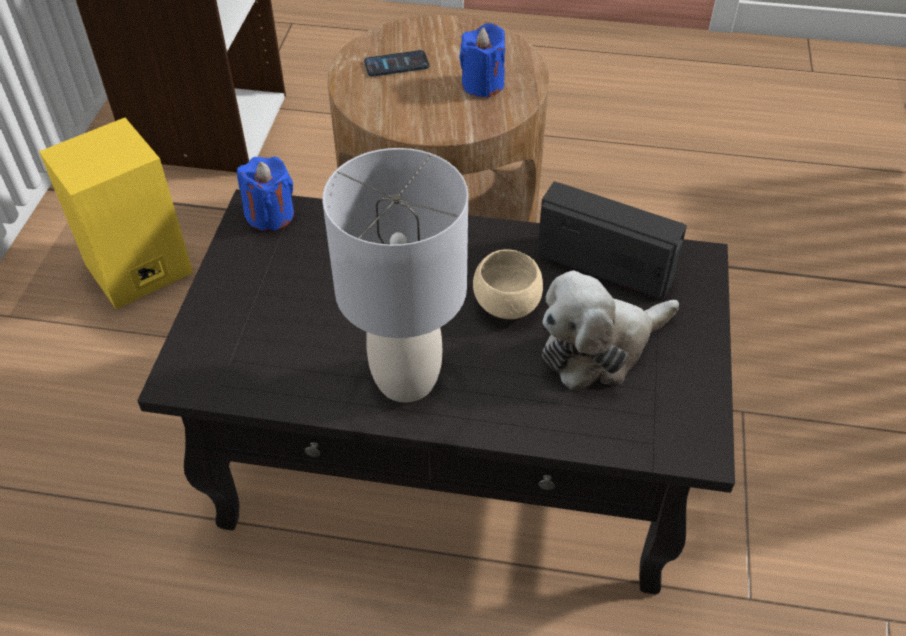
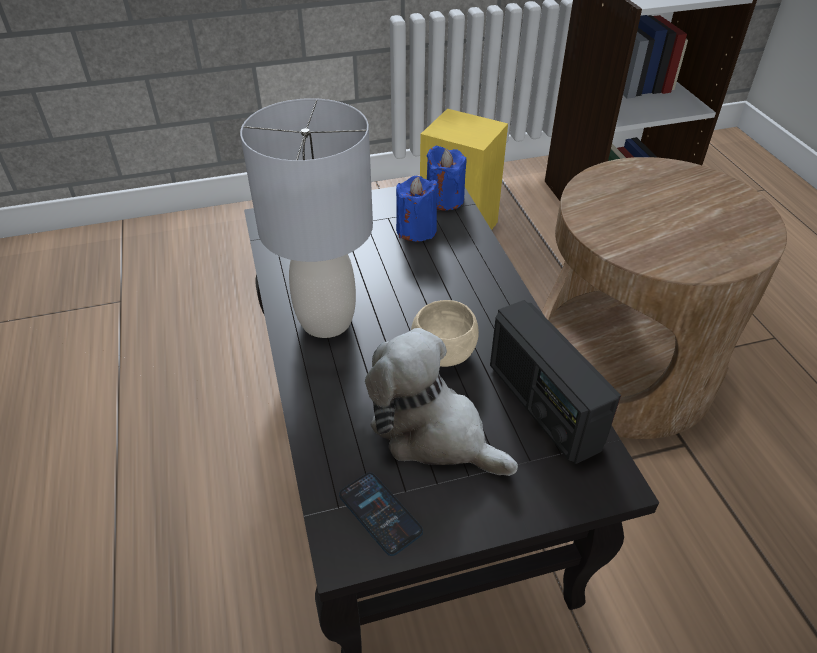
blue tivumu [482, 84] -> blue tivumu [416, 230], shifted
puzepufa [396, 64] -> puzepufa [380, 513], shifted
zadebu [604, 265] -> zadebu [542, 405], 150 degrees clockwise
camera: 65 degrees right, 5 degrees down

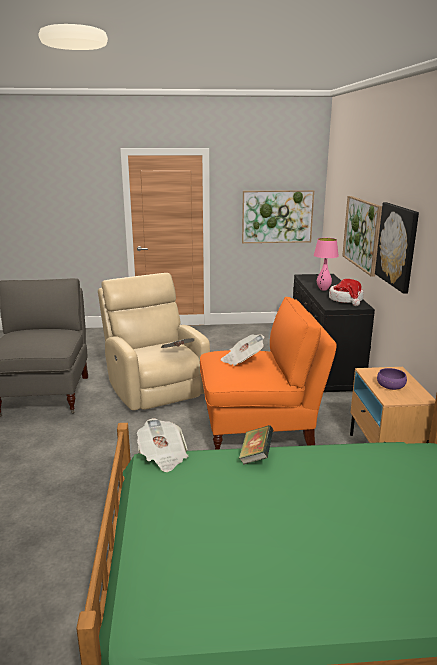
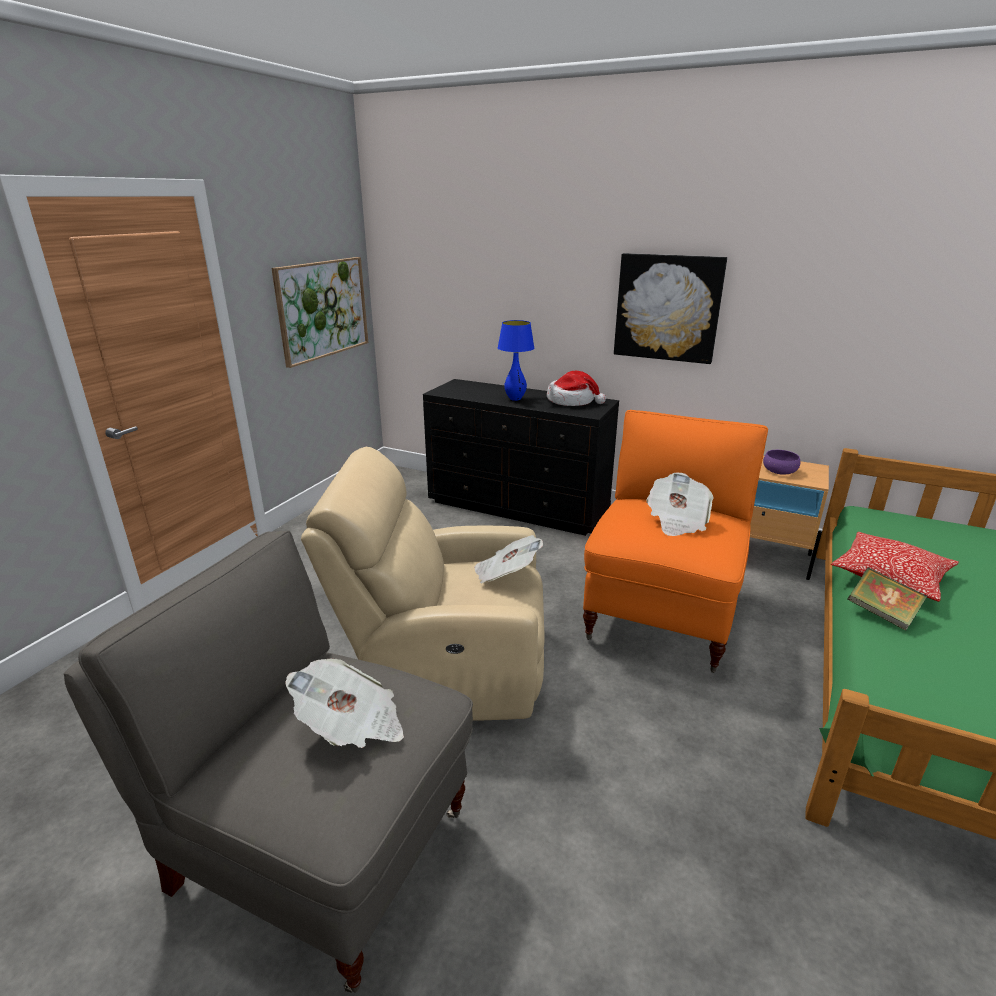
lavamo [362, 233] -> none
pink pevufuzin [323, 289] -> blue pevufuzin [515, 399]
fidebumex [163, 456] -> fidebumex [352, 726], shifted
none -> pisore [890, 577]
camera: 60 degrees left, 5 degrees up

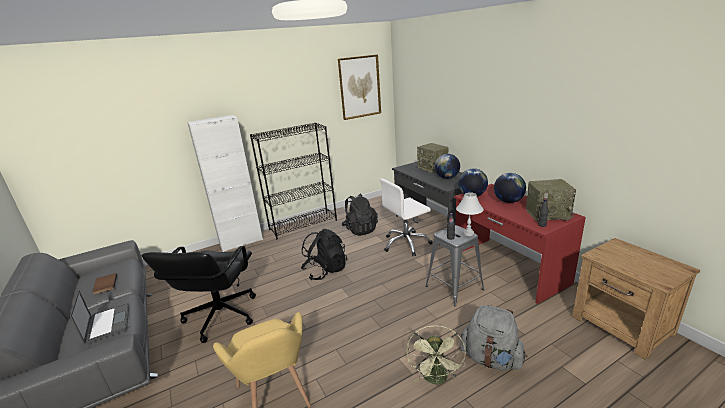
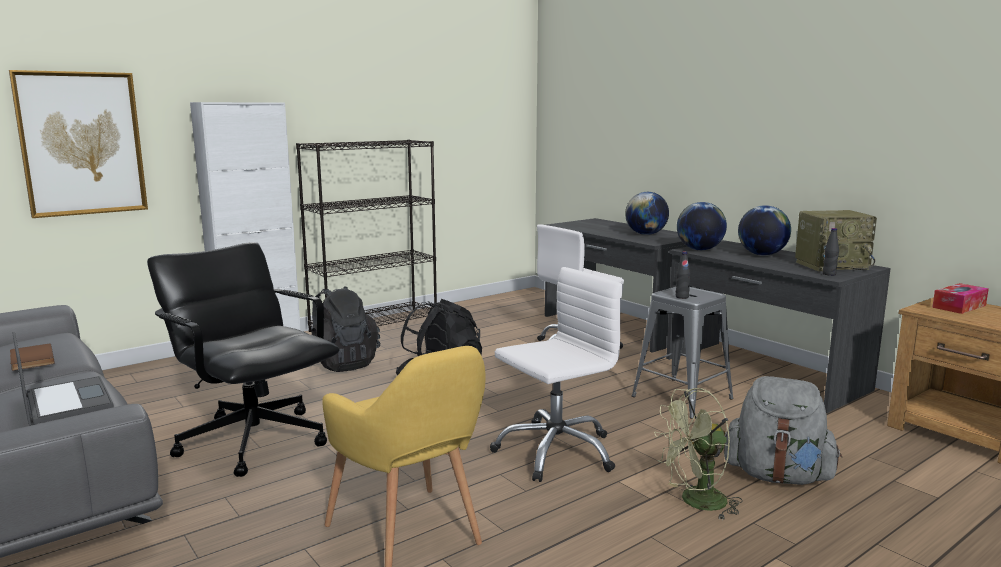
lavamo [359, 87] -> lavamo [82, 143], shifted
zadebu [433, 169] -> none
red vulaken [508, 267] -> grey vulaken [763, 374]
white pevufuzin [468, 233] -> none
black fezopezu [360, 229] -> black fezopezu [342, 363], shifted
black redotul [220, 316] -> black redotul [254, 440], 135 degrees clockwise
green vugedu [436, 379] -> green vugedu [696, 502], 75 degrees clockwise
none -> white redotul [555, 451]
none -> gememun [959, 306]
camera: 10 degrees left, 10 degrees down

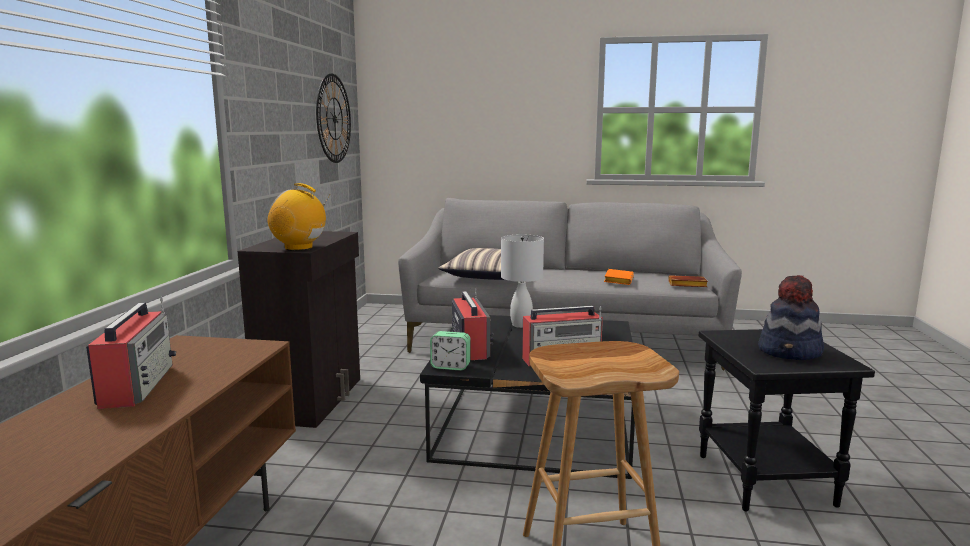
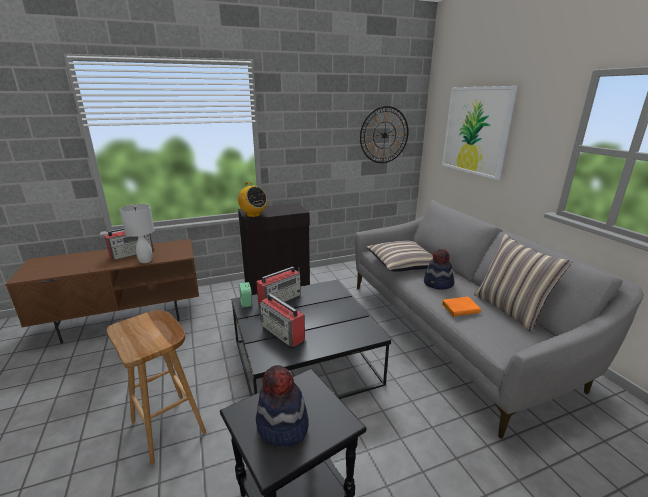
zadebu [299, 248] -> zadebu [253, 215], 150 degrees clockwise
white pevufuzin [522, 325] -> white pevufuzin [146, 261], shifted
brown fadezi [686, 285] -> none
none -> lavamo [476, 131]
none -> pisore [510, 310]
none -> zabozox [438, 284]
camera: 60 degrees right, 10 degrees up

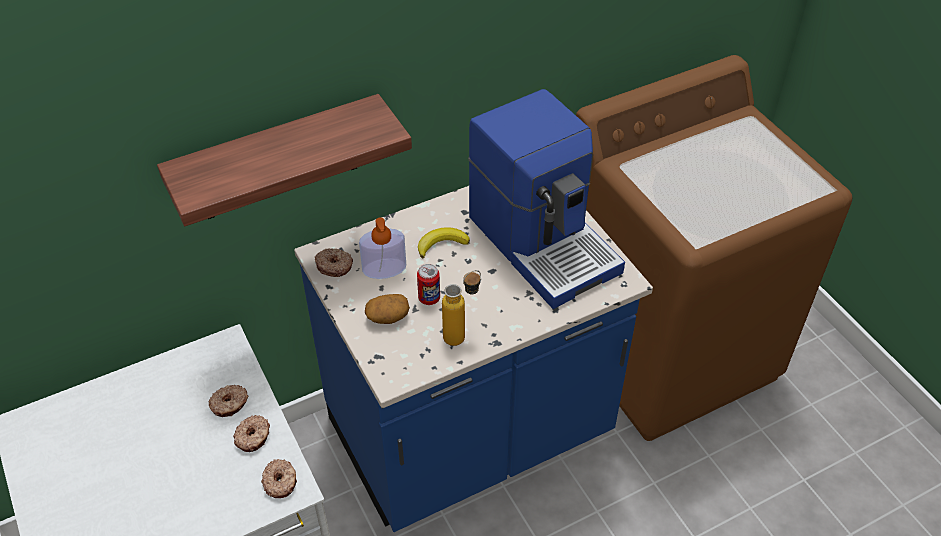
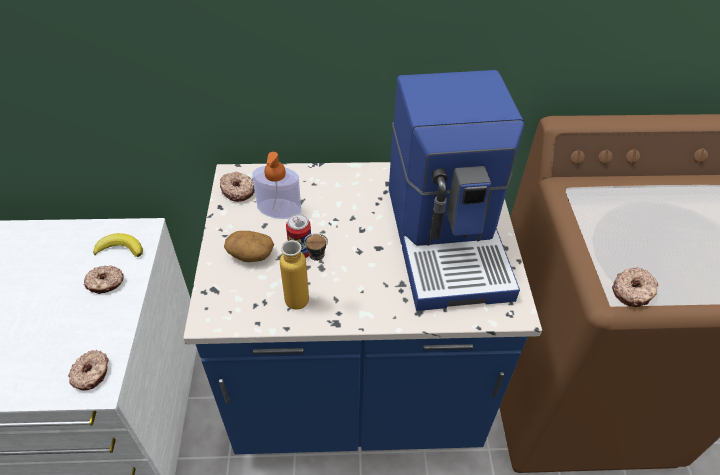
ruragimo [277, 160] -> none
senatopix [441, 244] -> senatopix [120, 248], shifted
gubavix [253, 437] -> gubavix [633, 292], shifted
camera: 25 degrees right, 0 degrees up

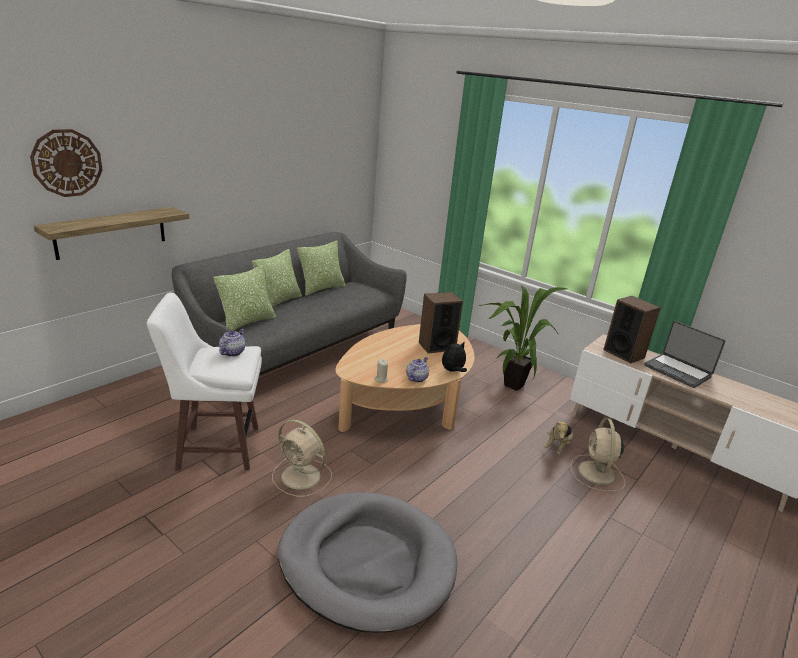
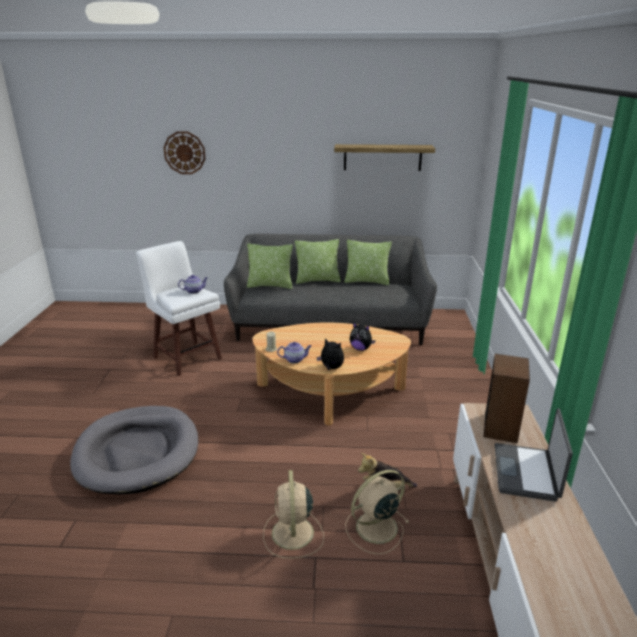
ruragimo [111, 232] -> ruragimo [382, 157], shifted
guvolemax [510, 384] -> none
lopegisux [436, 346] -> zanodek [361, 348]
beige vugedu [302, 477] -> beige vugedu [292, 534], shifted
camera: 55 degrees right, 0 degrees up

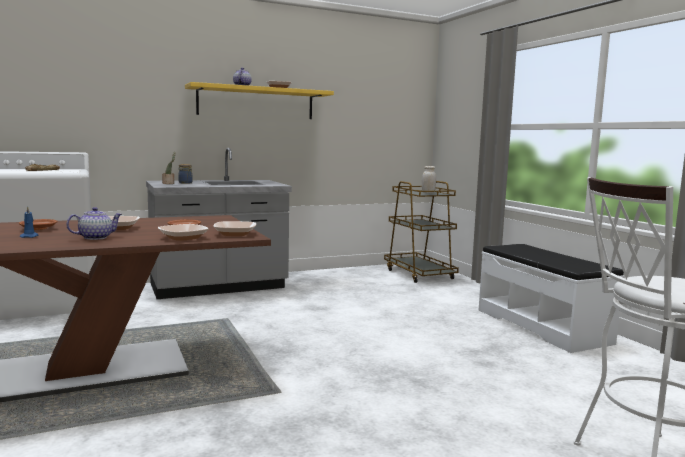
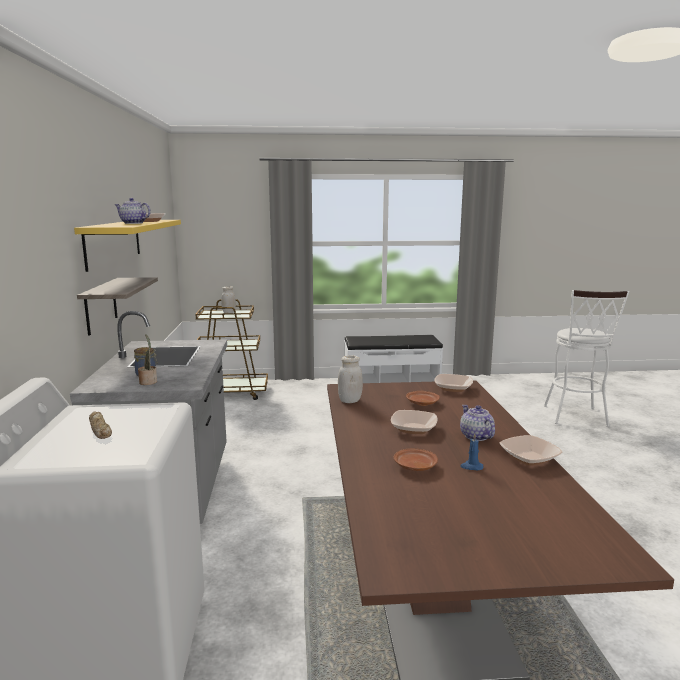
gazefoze [183, 238] -> gazefoze [529, 458], shifted
none -> ruragimo [101, 305]
none -> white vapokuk [350, 400]
camera: 70 degrees left, 5 degrees up

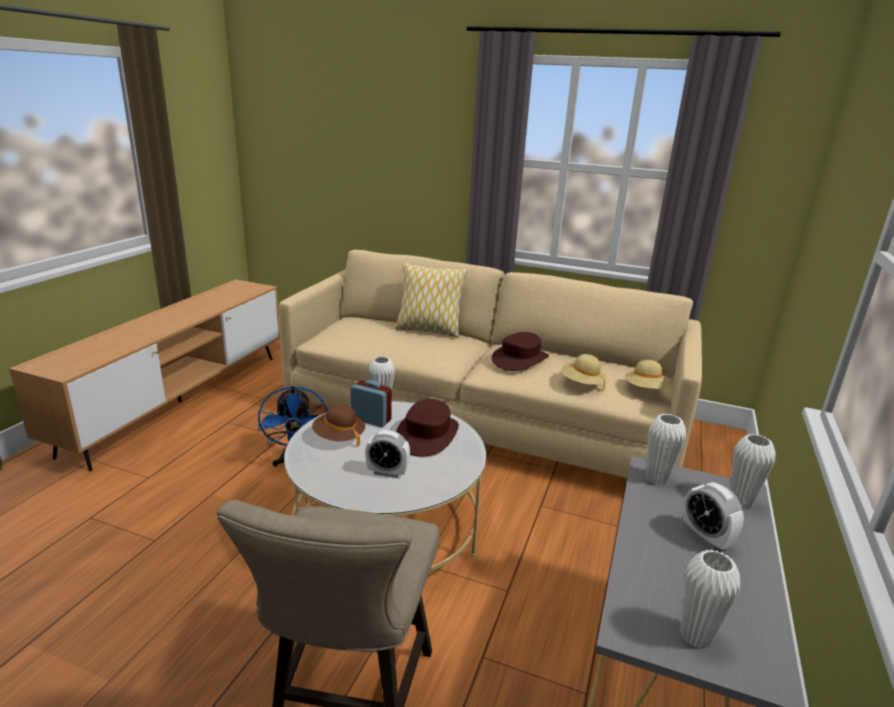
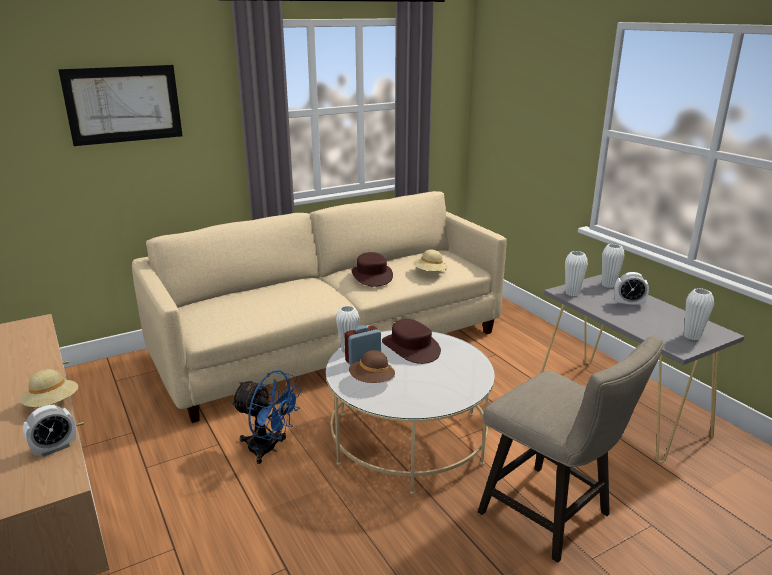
pisore [429, 330] -> none
beige zabozox [645, 390] -> beige zabozox [52, 404], shifted
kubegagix [387, 472] -> kubegagix [54, 448], shifted
none -> lavamo [124, 104]
camera: 50 degrees left, 0 degrees up

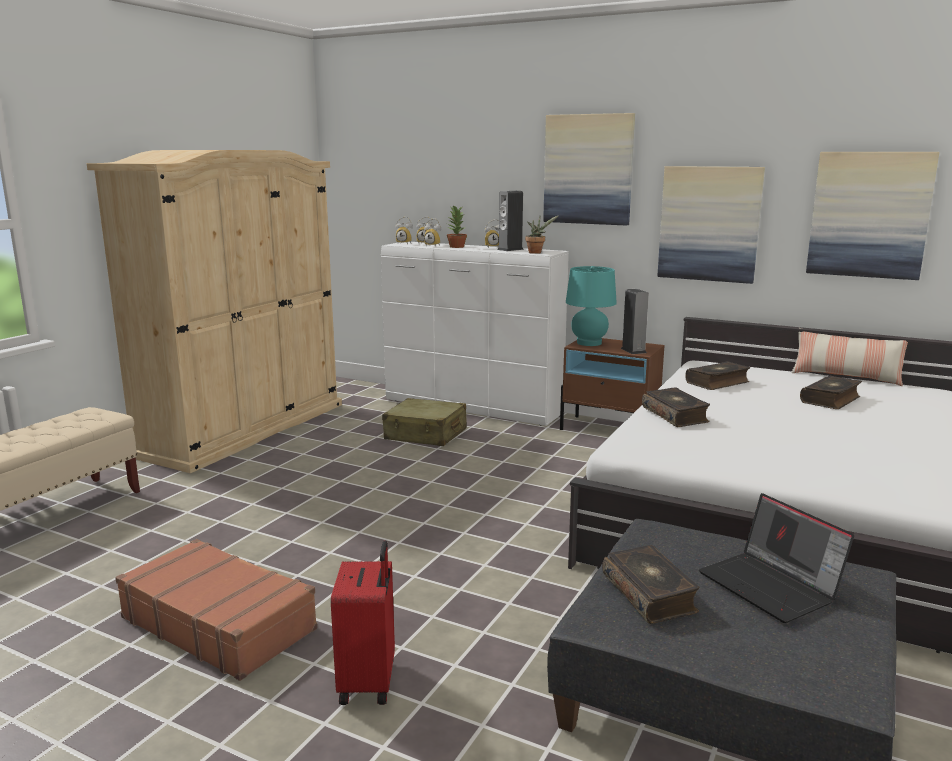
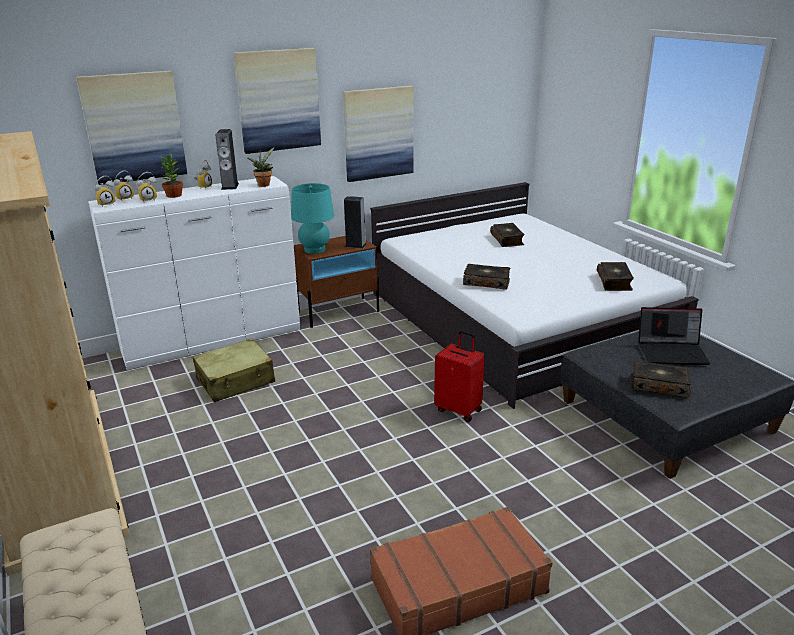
lavamo [869, 215] -> lavamo [134, 127], shifted
pisore [845, 377] -> none
fadezi [718, 383] -> fadezi [614, 282], shifted
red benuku [369, 682] -> red benuku [459, 410], shifted
camera: 55 degrees left, 10 degrees up

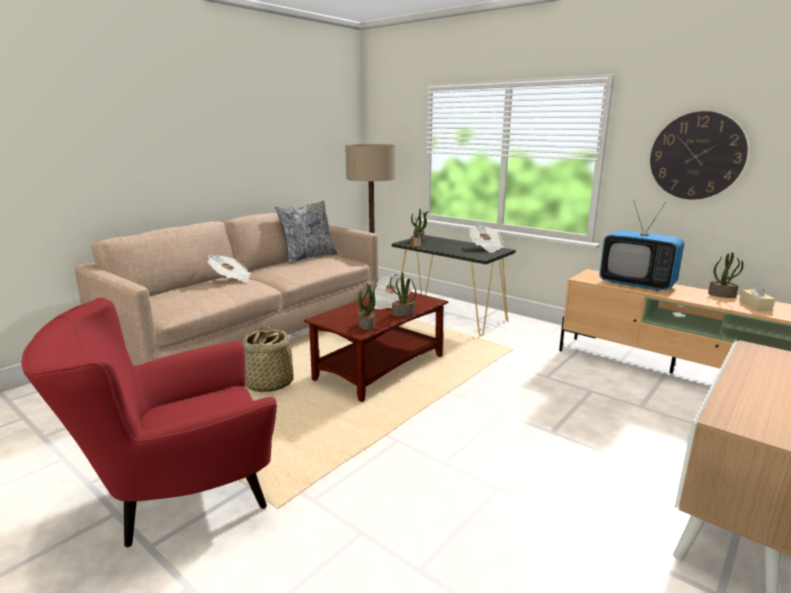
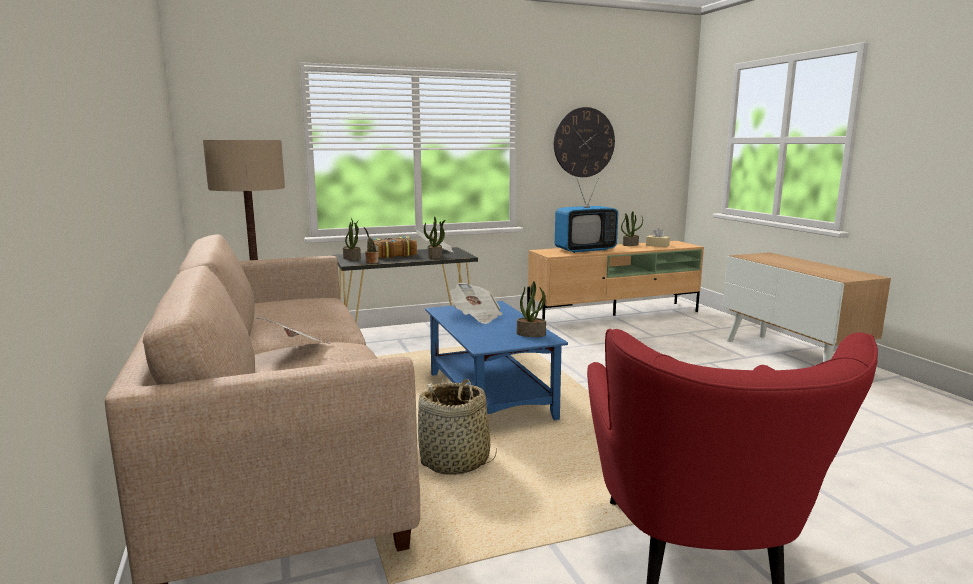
pisore [308, 257] -> none
guvolemax [403, 313] -> guvolemax [435, 257], shifted
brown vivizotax [380, 367] -> blue vivizotax [488, 395]
none -> fadezi [392, 254]
camera: 60 degrees left, 5 degrees down

